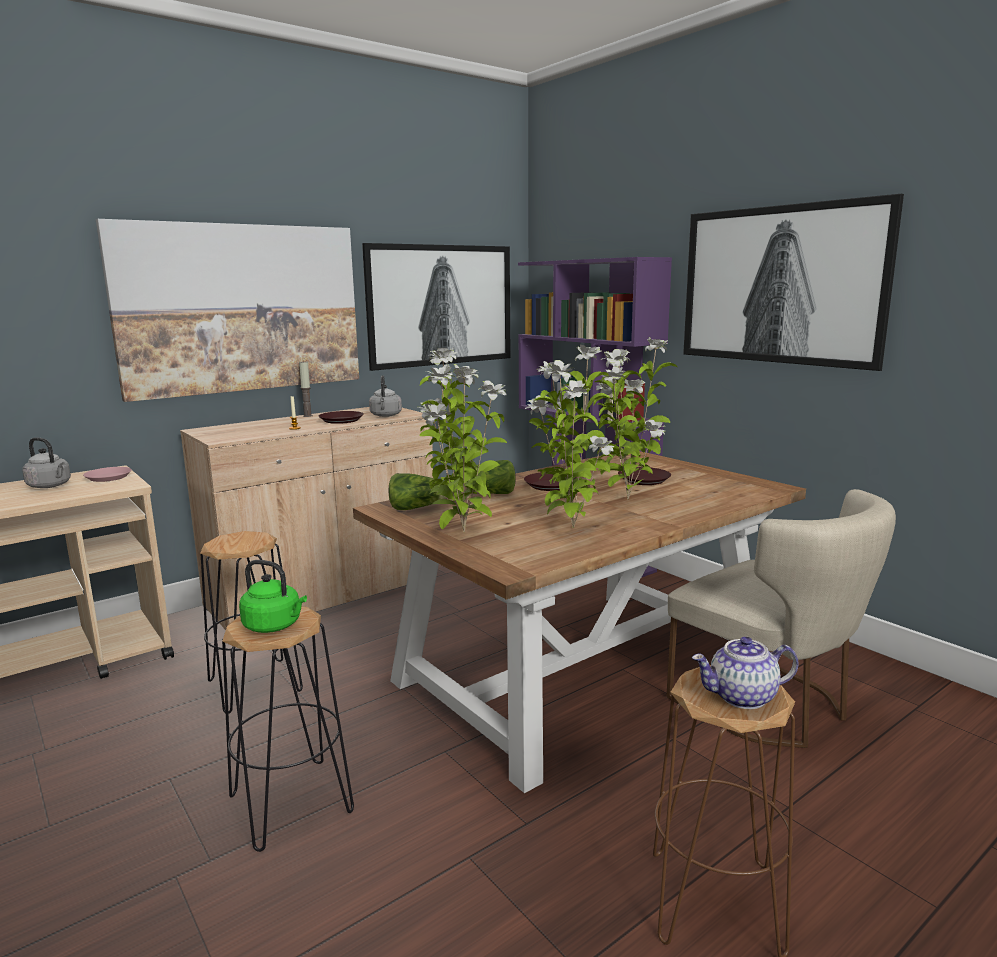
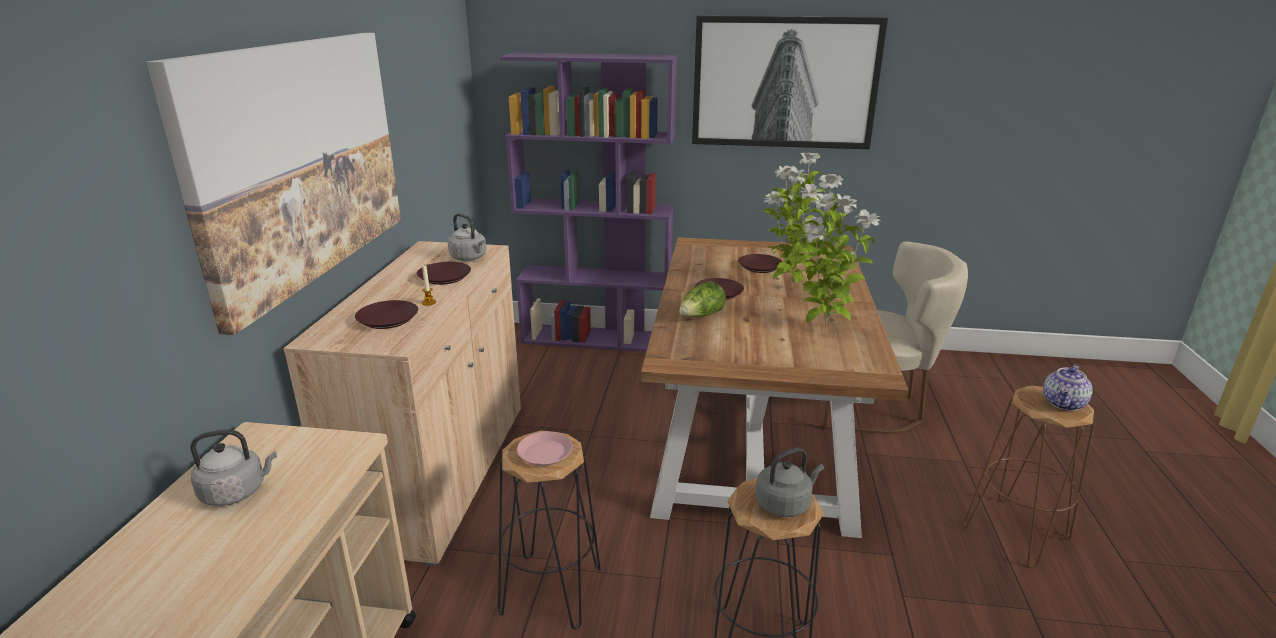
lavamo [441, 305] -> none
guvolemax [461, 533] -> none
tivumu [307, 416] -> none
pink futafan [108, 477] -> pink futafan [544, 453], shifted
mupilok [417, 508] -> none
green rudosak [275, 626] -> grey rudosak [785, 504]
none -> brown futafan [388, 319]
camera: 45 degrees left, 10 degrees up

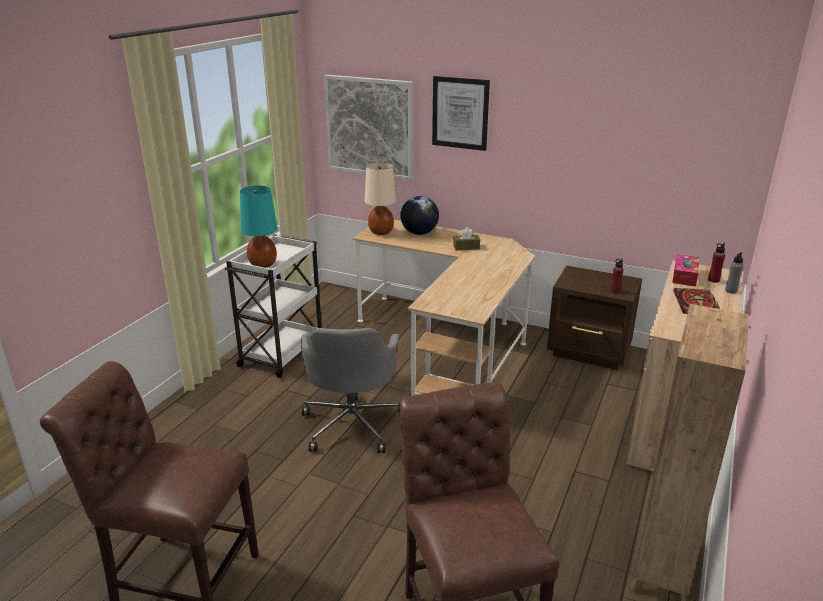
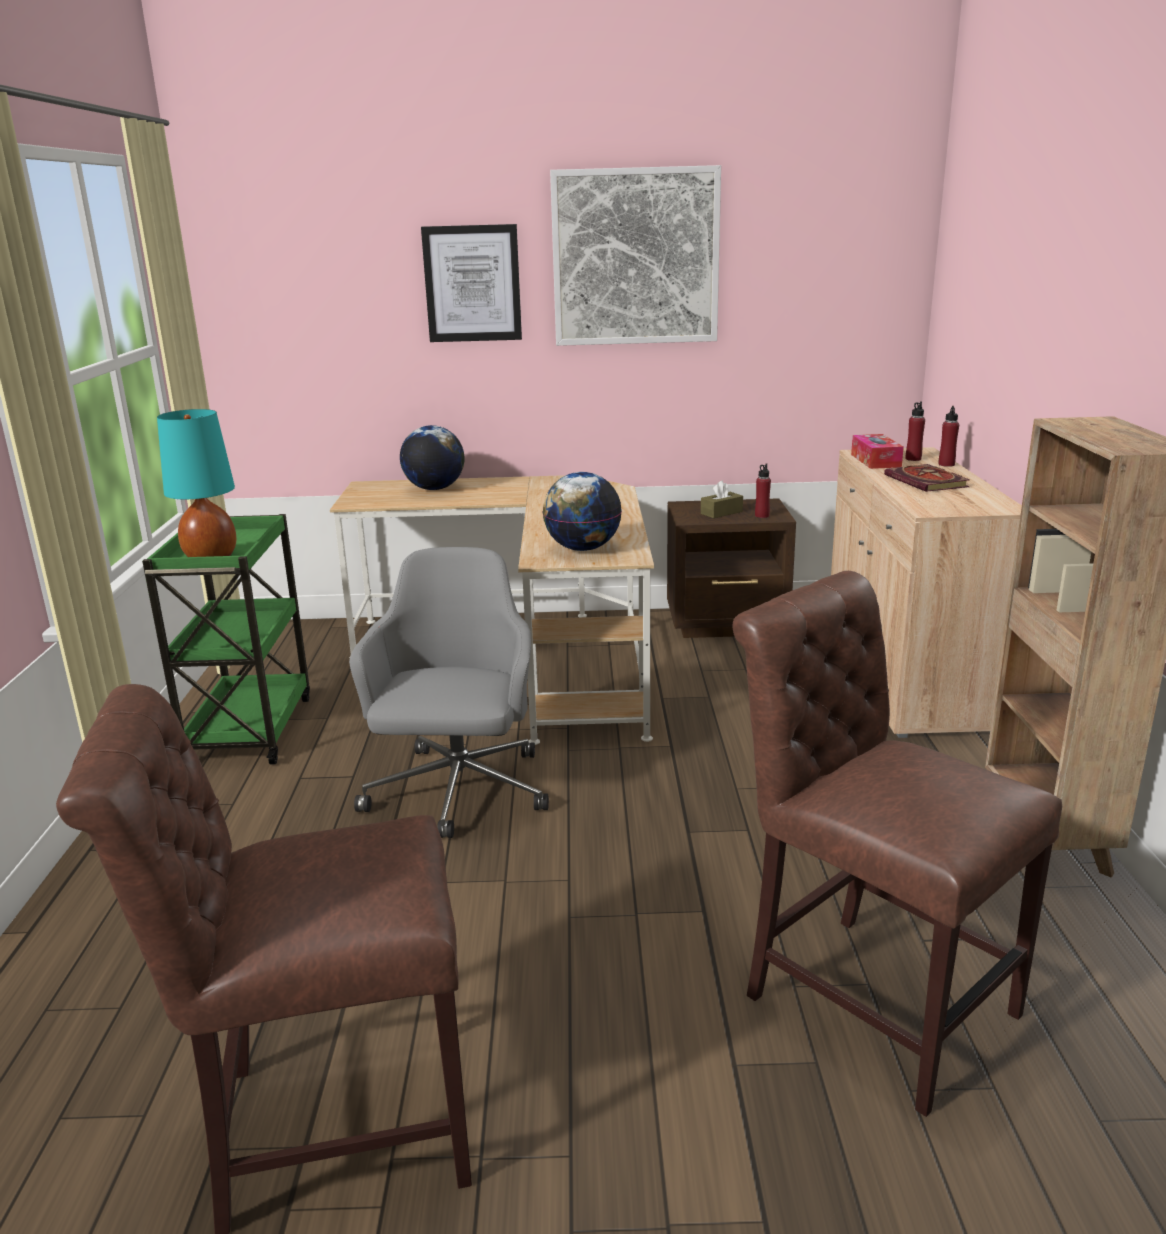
lavamo [369, 127] -> lavamo [635, 257], shifted
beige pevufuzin [381, 232] -> none
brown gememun [466, 247] -> brown gememun [721, 512], shifted
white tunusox [282, 352] -> green tunusox [250, 729]
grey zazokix [731, 291] -> red zazokix [946, 464]
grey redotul [352, 423] -> grey redotul [458, 793], 150 degrees counterclockwise
none -> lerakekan [582, 548]
camera: 25 degrees left, 5 degrees down

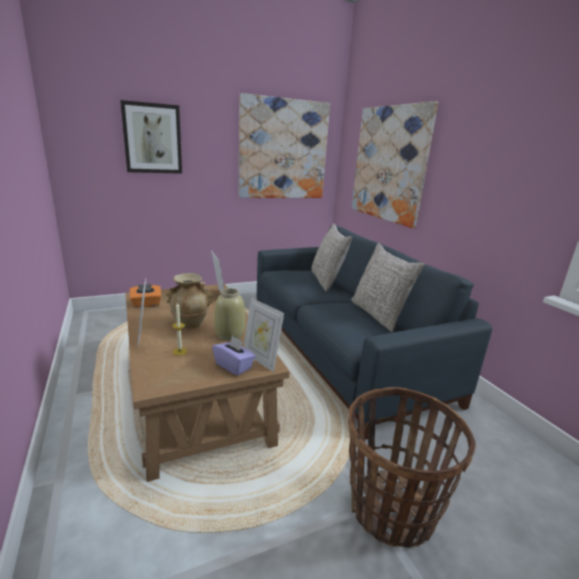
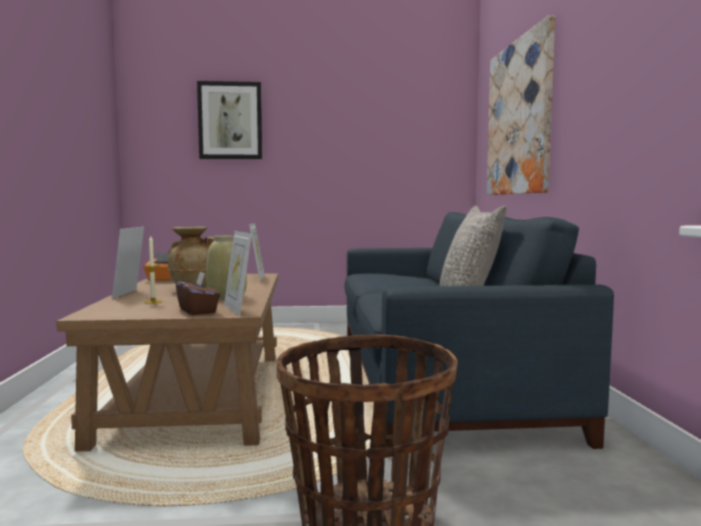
lavamo [283, 150] -> none
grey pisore [327, 281] -> none
purple gememun [234, 366] -> brown gememun [198, 311]
camera: 20 degrees right, 15 degrees down

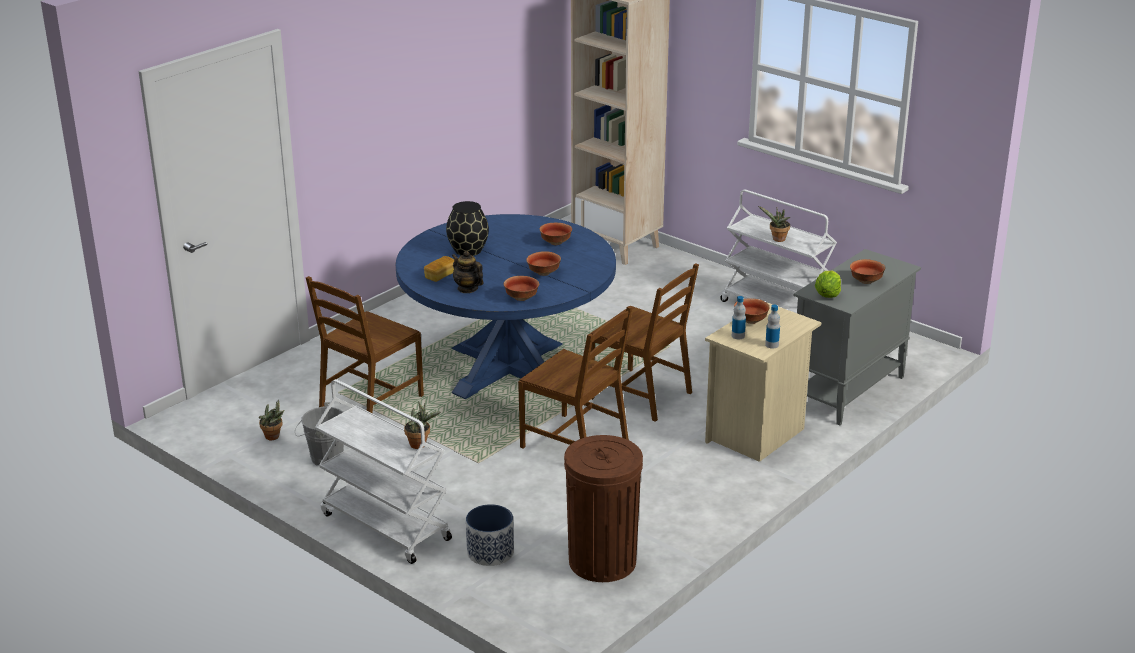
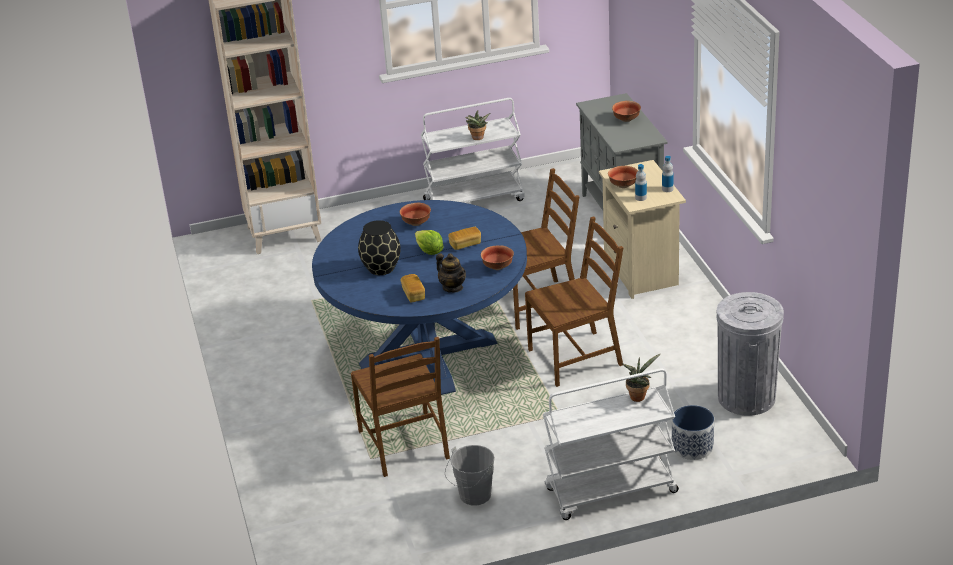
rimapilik [467, 288] -> rimapilik [452, 287], 120 degrees counterclockwise
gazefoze [543, 273] -> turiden [465, 244]
mupilok [827, 294] -> mupilok [429, 252], shifted
guvolemax [274, 437] -> none
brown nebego [602, 561] -> grey nebego [746, 397]
camera: 55 degrees left, 5 degrees up

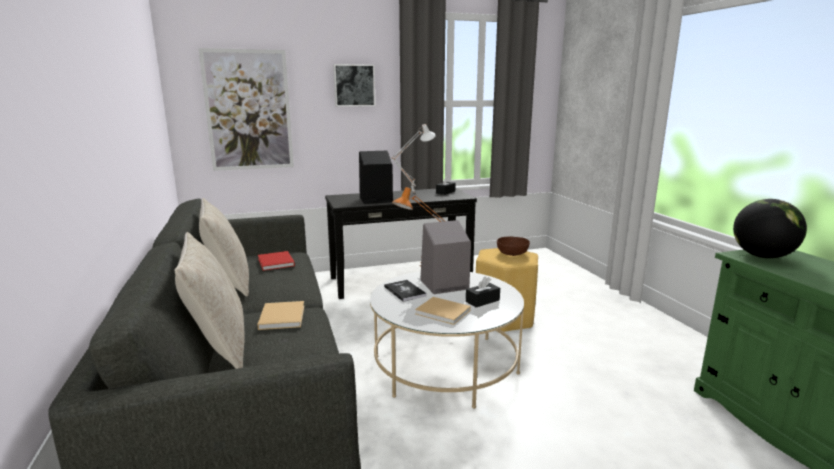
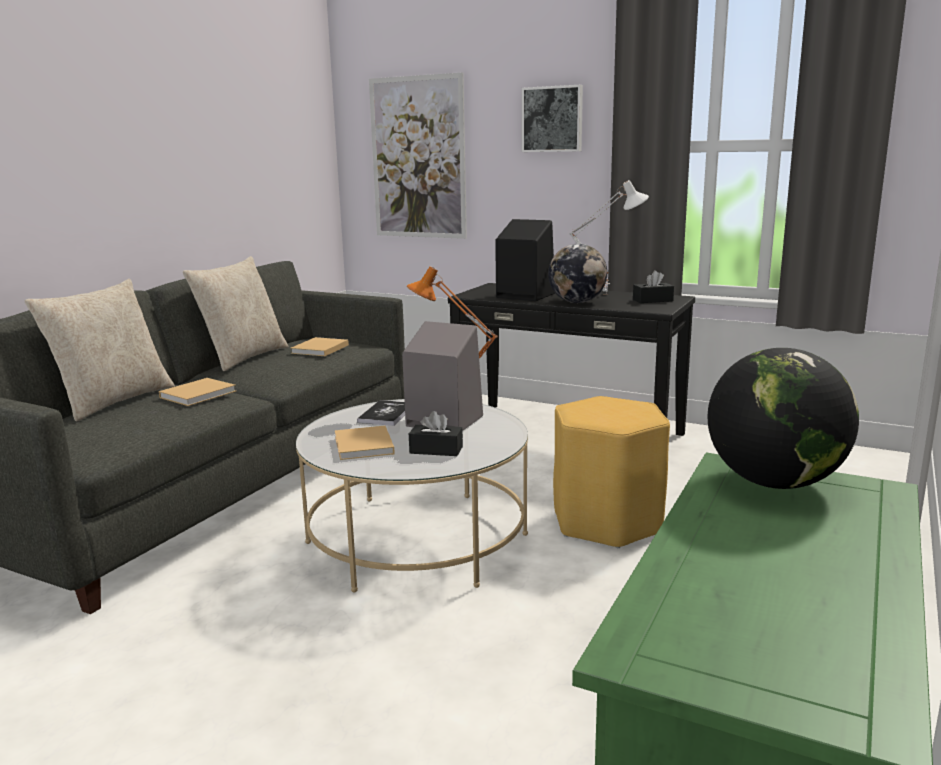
brown gazefoze [512, 253] -> none
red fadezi [276, 262] -> beige fadezi [319, 349]
none -> lerakekan [577, 302]
camera: 45 degrees right, 0 degrees up

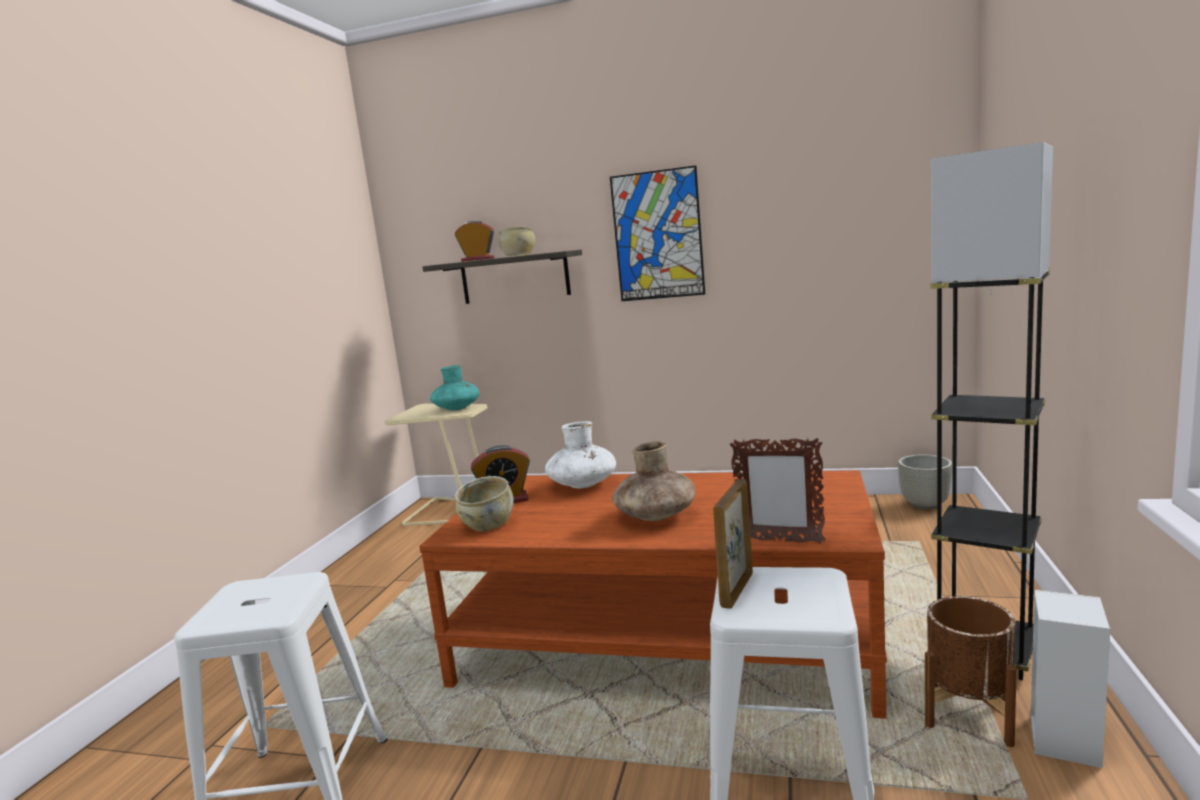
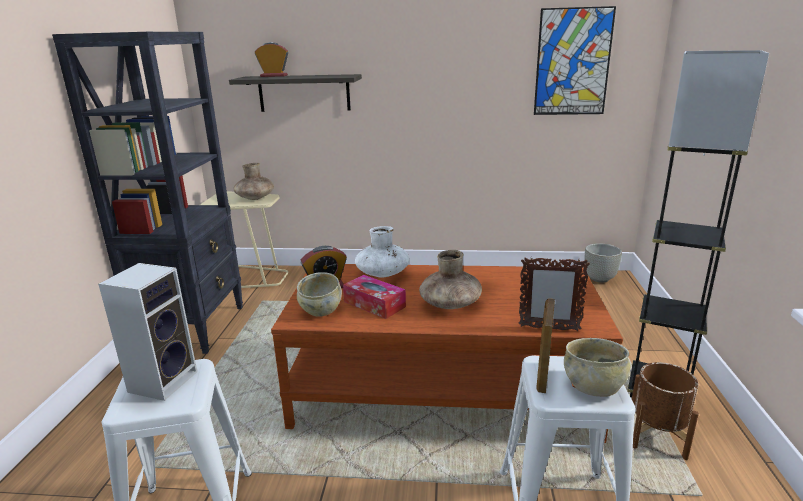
lavamo [657, 235] -> lavamo [572, 62], shifted
beige gazefoze [518, 255] -> beige gazefoze [593, 386], shifted
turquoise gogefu [456, 408] -> brown gogefu [255, 198]
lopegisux [1062, 738] -> lopegisux [164, 380], shifted
none -> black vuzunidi [193, 327]
none -> gememun [374, 304]
camera: 10 degrees left, 10 degrees up

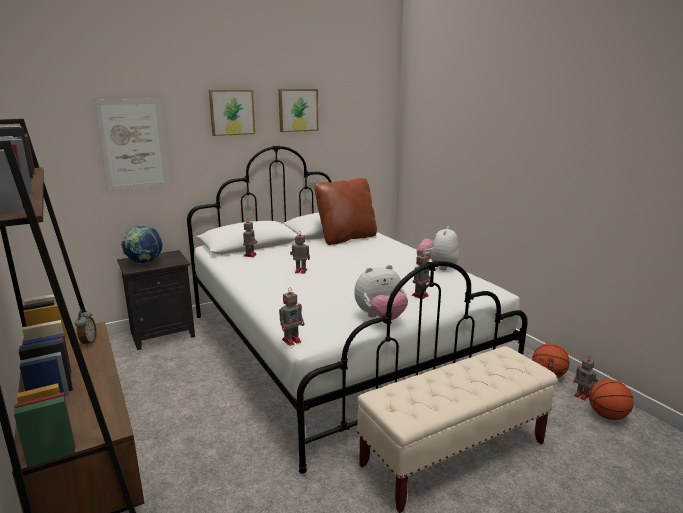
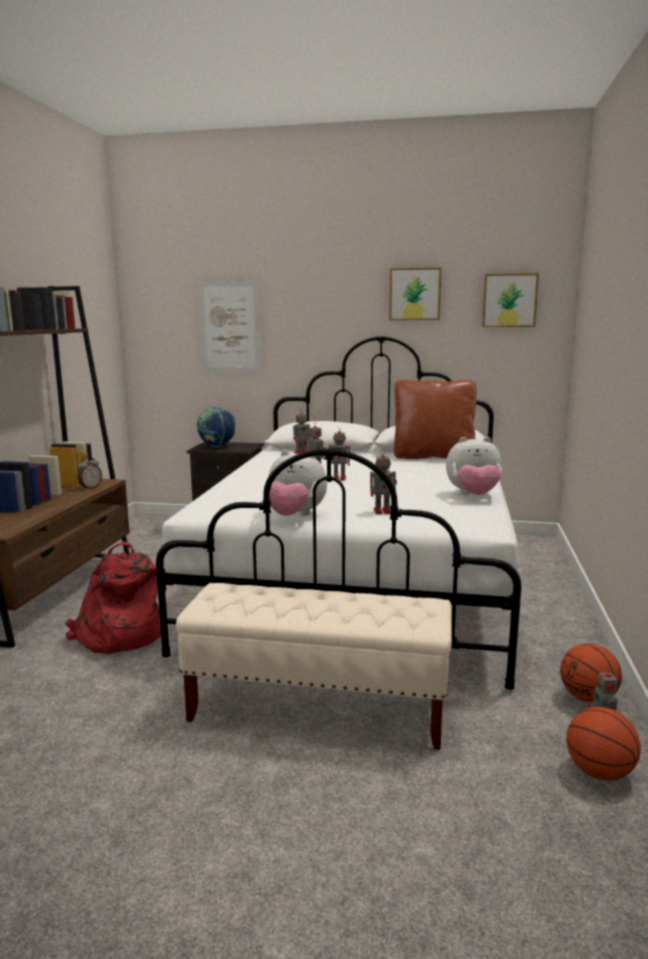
lavamo [231, 112] -> lavamo [509, 300], shifted
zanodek [437, 267] -> zanodek [473, 496], 150 degrees counterclockwise
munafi [292, 340] -> munafi [340, 478], shifted
none -> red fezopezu [119, 636]
camera: 40 degrees right, 5 degrees down

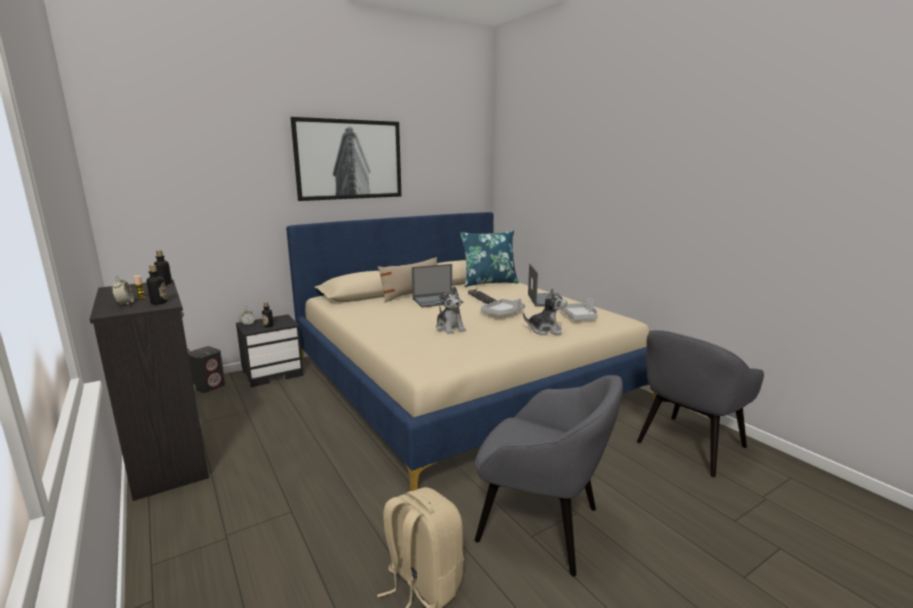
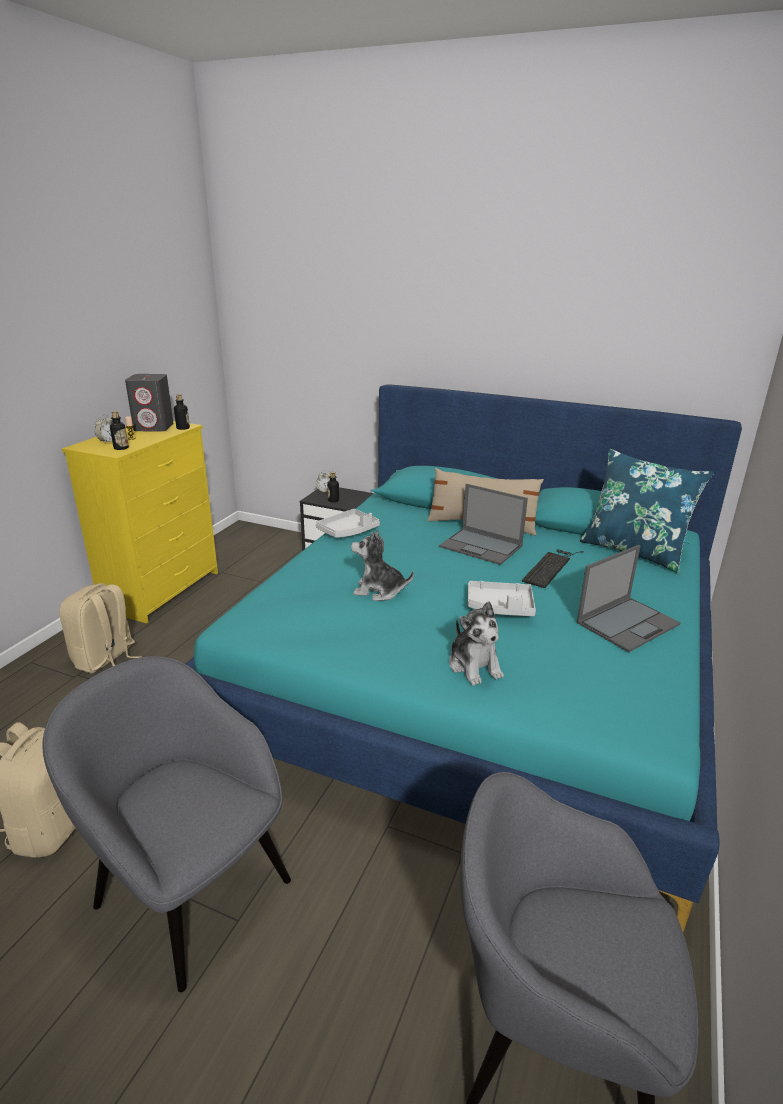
lavamo [349, 159] -> none
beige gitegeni [462, 378] -> turquoise gitegeni [479, 674]
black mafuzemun [169, 457] -> yellow mafuzemun [163, 590]
zanodek [450, 328] -> zanodek [379, 591], 75 degrees clockwise
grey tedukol [580, 317] -> grey tedukol [348, 531], shifted
grey lopegisux [209, 386] -> grey lopegisux [154, 427], shifted
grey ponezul [541, 525] -> grey ponezul [190, 889], 135 degrees clockwise
none -> beige fezopezu [105, 659]
camera: 55 degrees right, 10 degrees up

